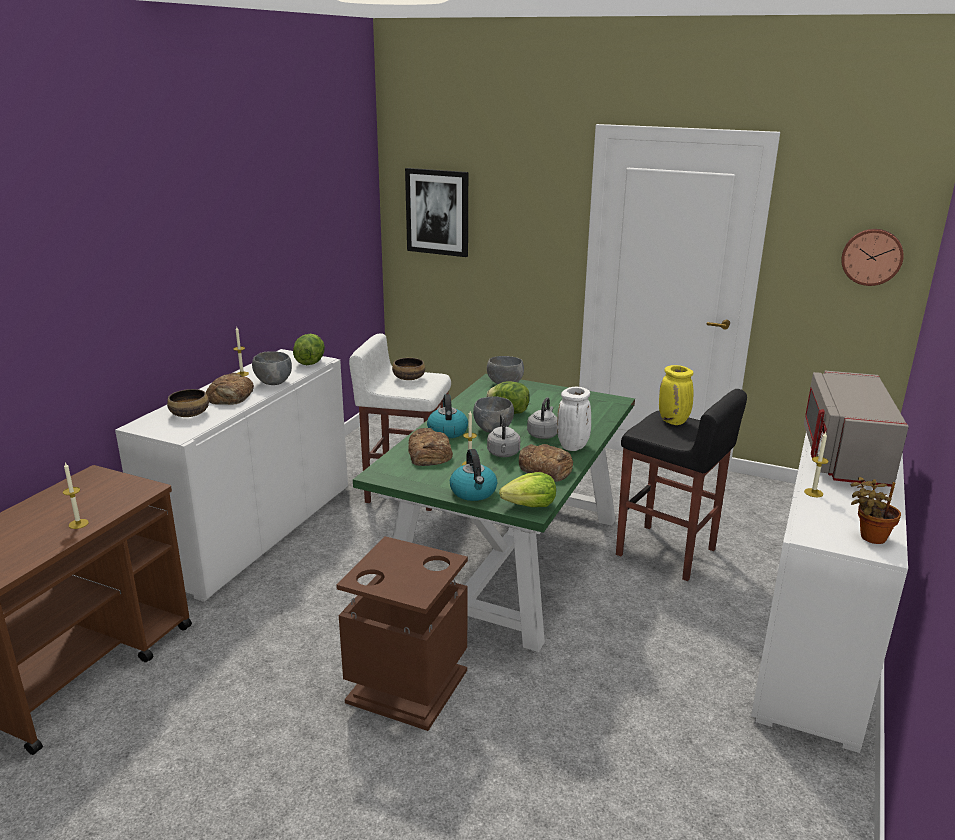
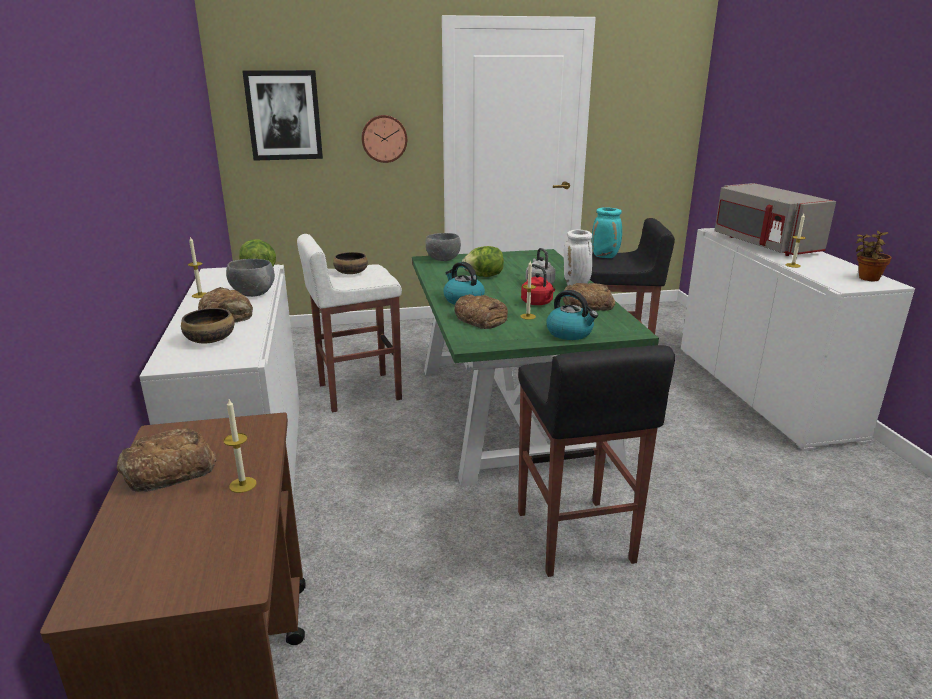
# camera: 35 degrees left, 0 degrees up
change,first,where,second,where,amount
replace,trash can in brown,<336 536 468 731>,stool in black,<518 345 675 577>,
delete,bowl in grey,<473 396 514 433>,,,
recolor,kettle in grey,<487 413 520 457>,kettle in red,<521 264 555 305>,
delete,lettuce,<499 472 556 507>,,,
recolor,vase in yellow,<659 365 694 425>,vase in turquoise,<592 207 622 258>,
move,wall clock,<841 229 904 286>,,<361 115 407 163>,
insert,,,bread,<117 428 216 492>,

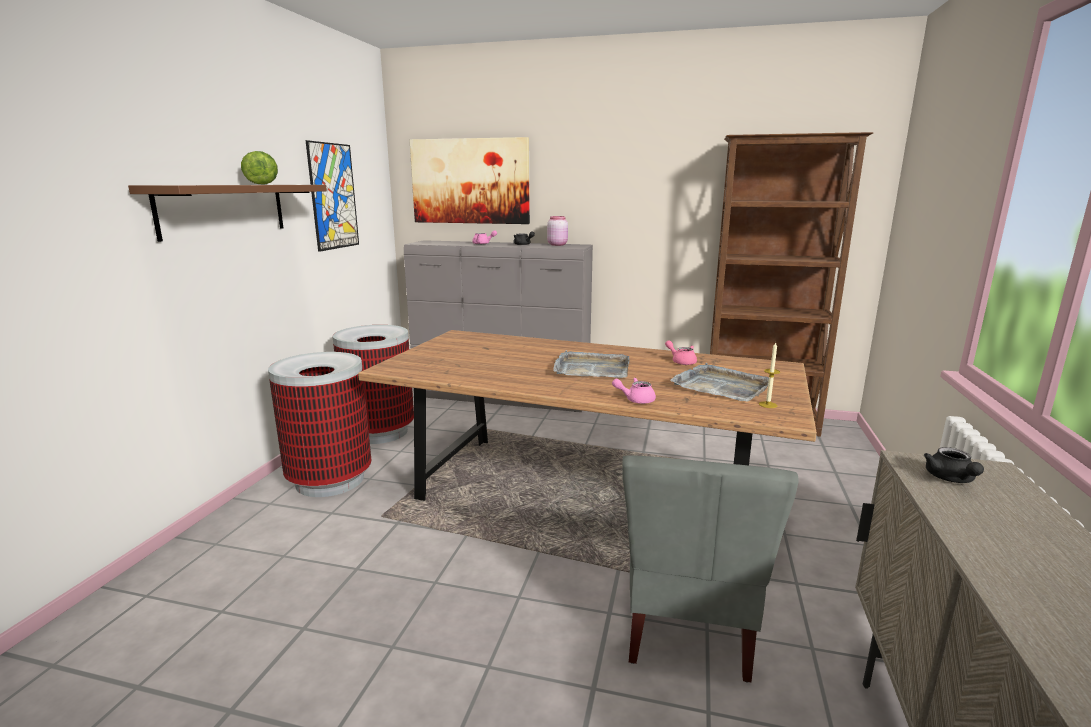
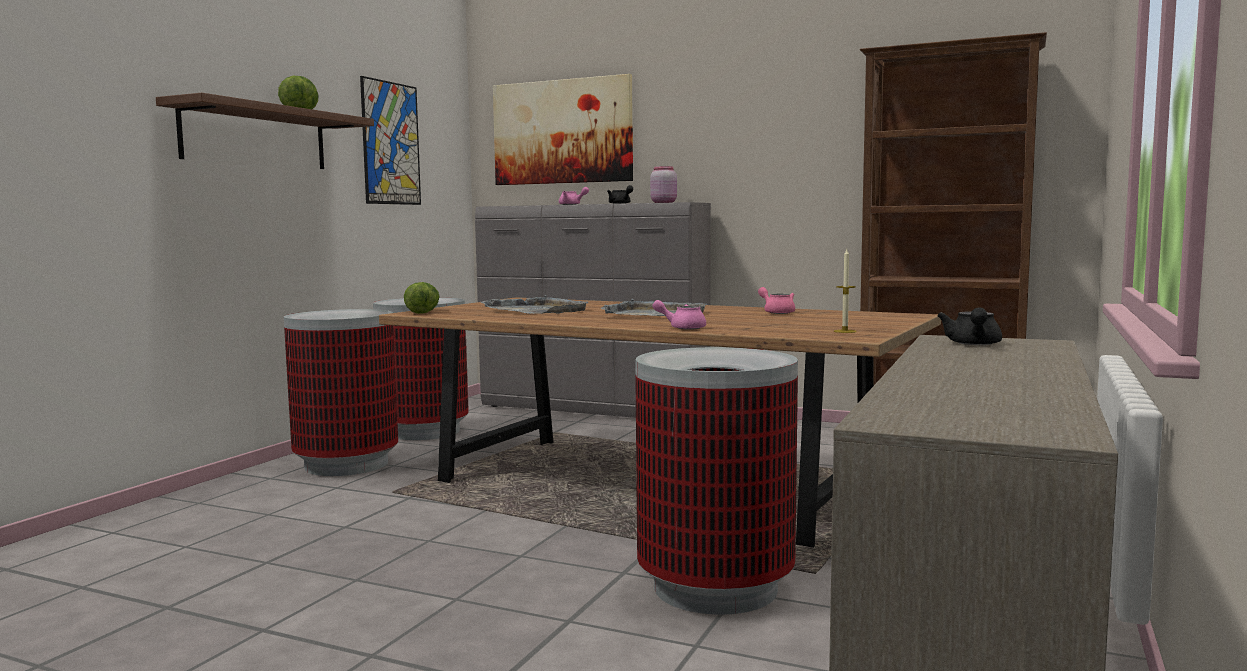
# camera: 10 degrees right, 10 degrees down
change,first,where,second,where,amount
replace,chair in grey,<623 455 799 682>,trash can,<635 347 798 615>,
move,tray in grey,<670 363 769 402>,,<481 295 588 314>,
insert,,,lettuce,<404 282 440 314>,

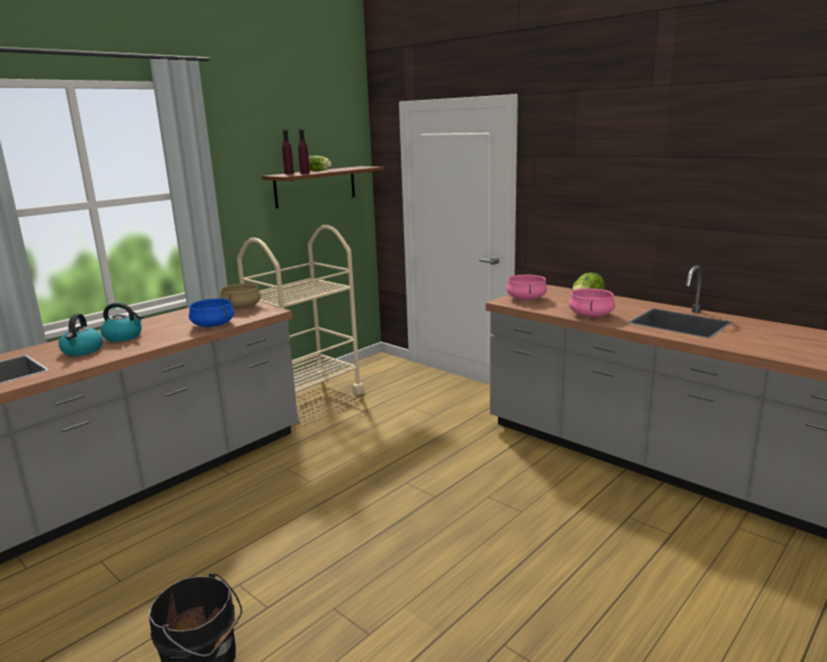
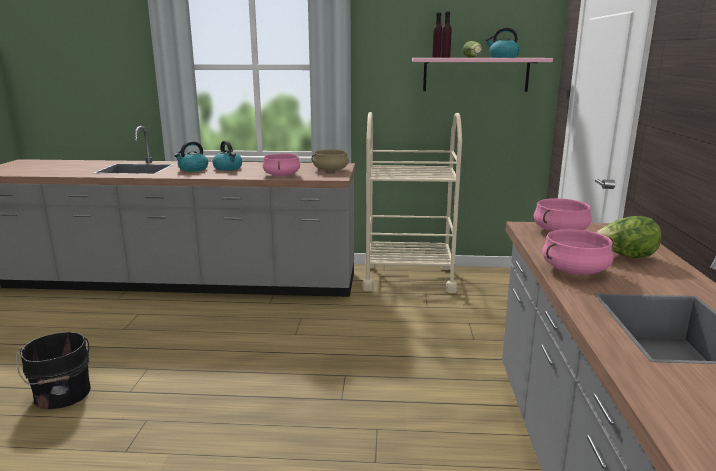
# camera: 50 degrees right, 0 degrees up
change,first,where,second,where,amount
recolor,cooking pot in blue,<189 298 234 327>,cooking pot in pink,<263 154 300 176>,
recolor,shelf in brown,<262 166 385 209>,shelf in pink,<412 58 553 92>,
insert,,,kettle,<486 28 520 58>,

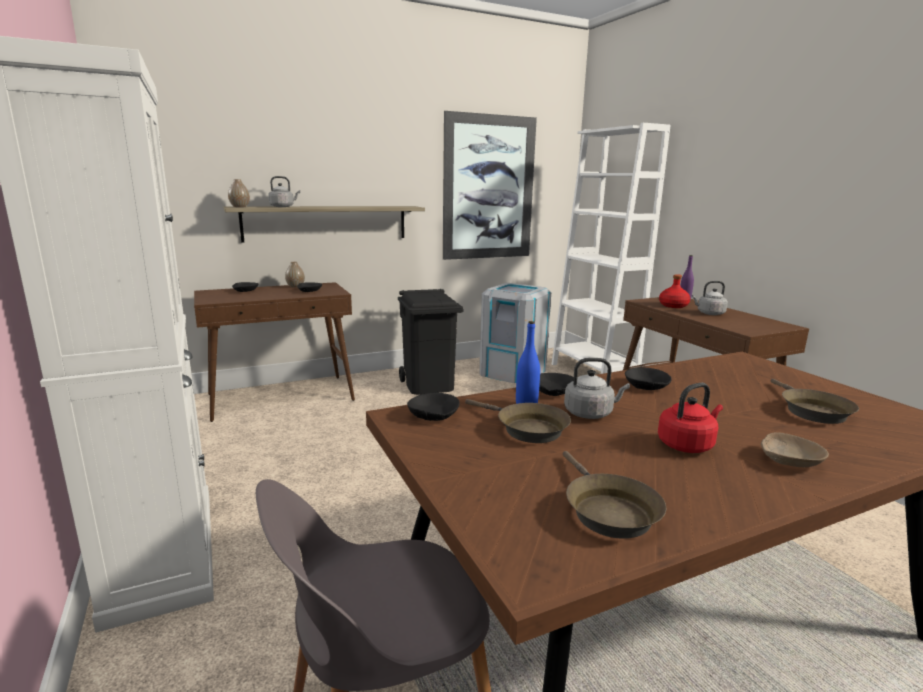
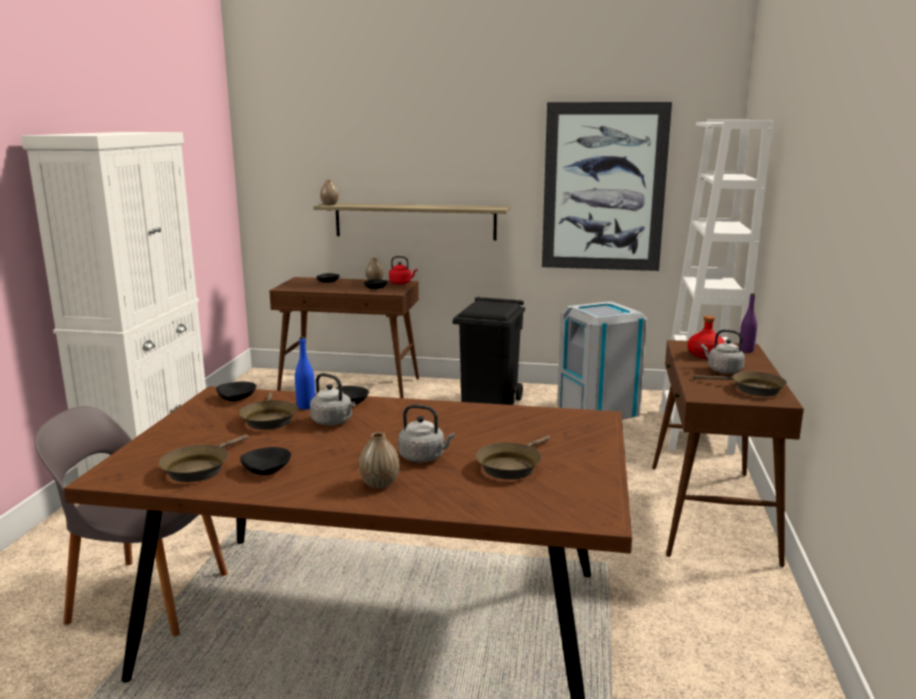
# camera: 35 degrees right, 0 degrees up
change,first,where,second,where,amount
move,kettle in grey,<268 176 300 207>,,<398 404 455 462>,
move,bowl in black,<625 367 672 390>,,<240 447 291 475>,
move,kettle in red,<658 383 723 453>,,<389 256 417 284>,
replace,bowl in beige,<761 432 829 467>,vase,<359 432 399 489>,
insert,,,frying pan in brown,<693 372 787 396>,

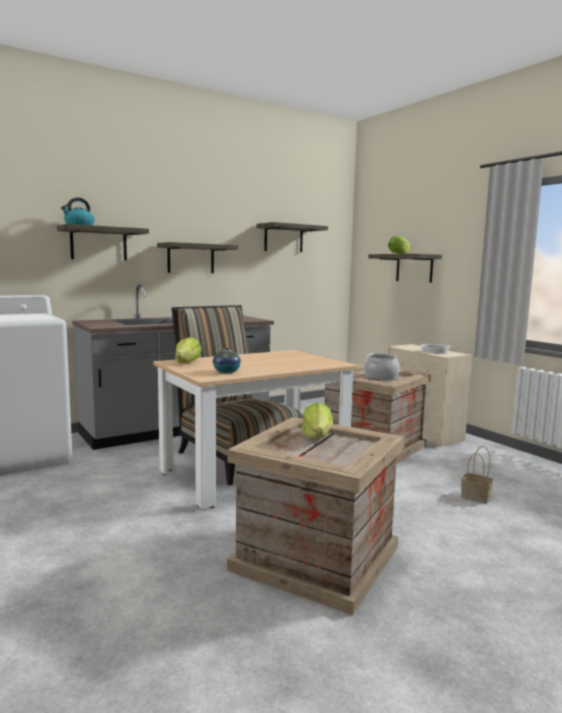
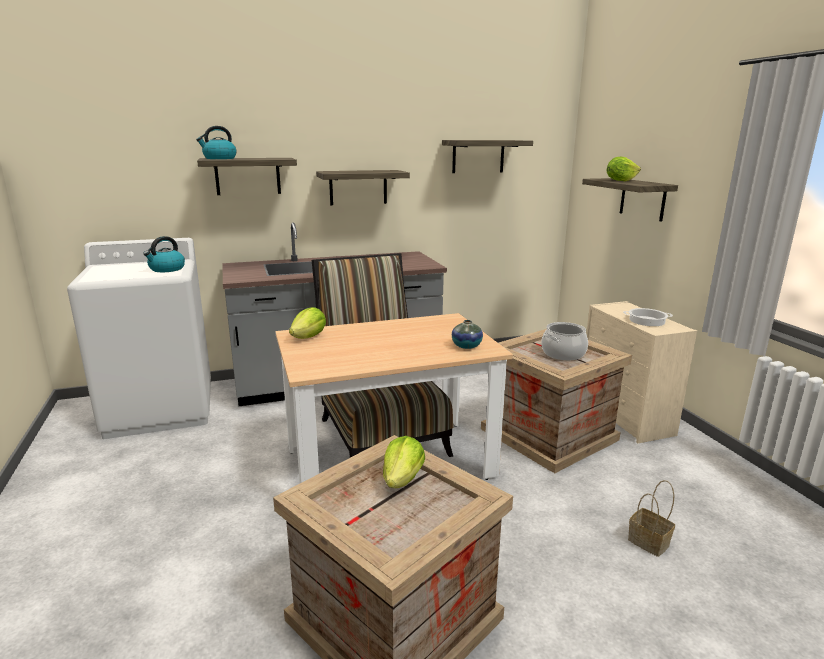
# camera: 15 degrees right, 10 degrees up
change,first,where,second,where,amount
move,vase,<213 348 241 373>,,<452 320 483 349>,
insert,,,kettle,<143 236 185 272>,

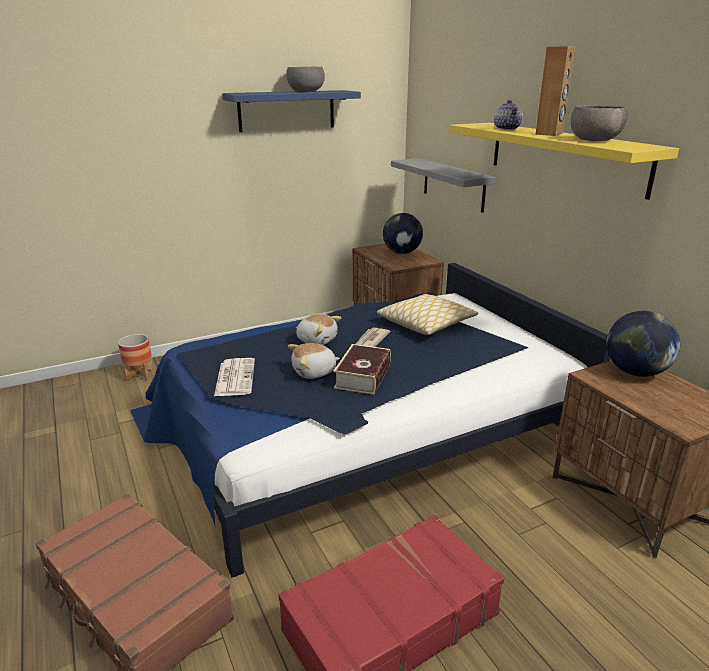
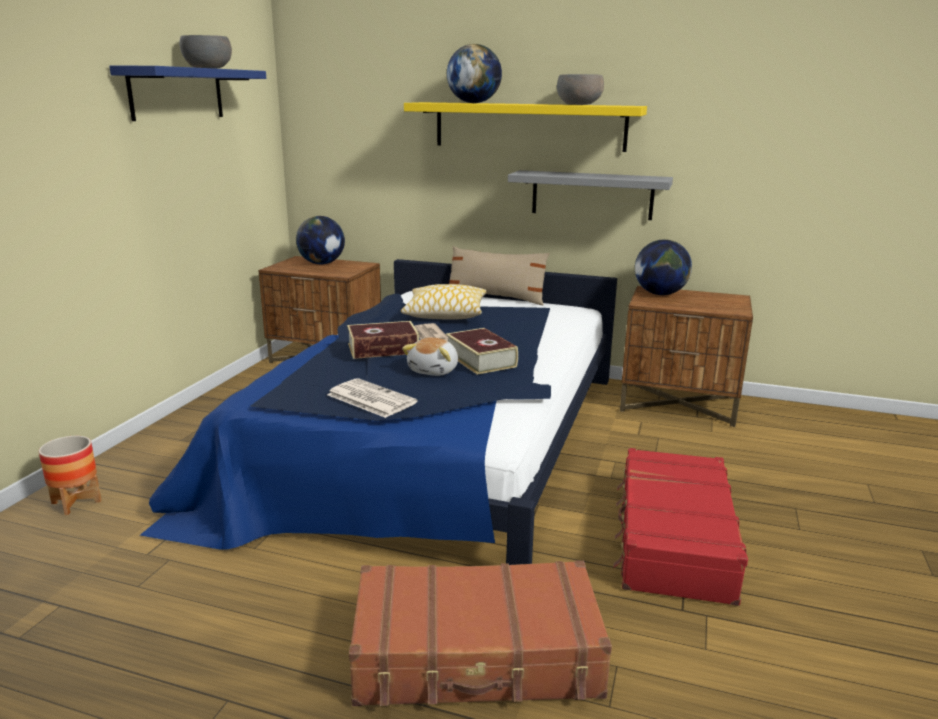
# camera: 45 degrees left, 5 degrees down
change,first,where,second,where,amount
replace,plush toy,<296 314 342 345>,book,<347 321 419 359>,
move,shelf in grey,<391 158 496 213>,,<508 170 673 220>,
replace,teapot,<494 100 523 130>,globe,<447 44 502 103>,
delete,speaker in brown,<535 46 575 136>,,,
insert,,,pillow in beige,<449 246 550 305>,

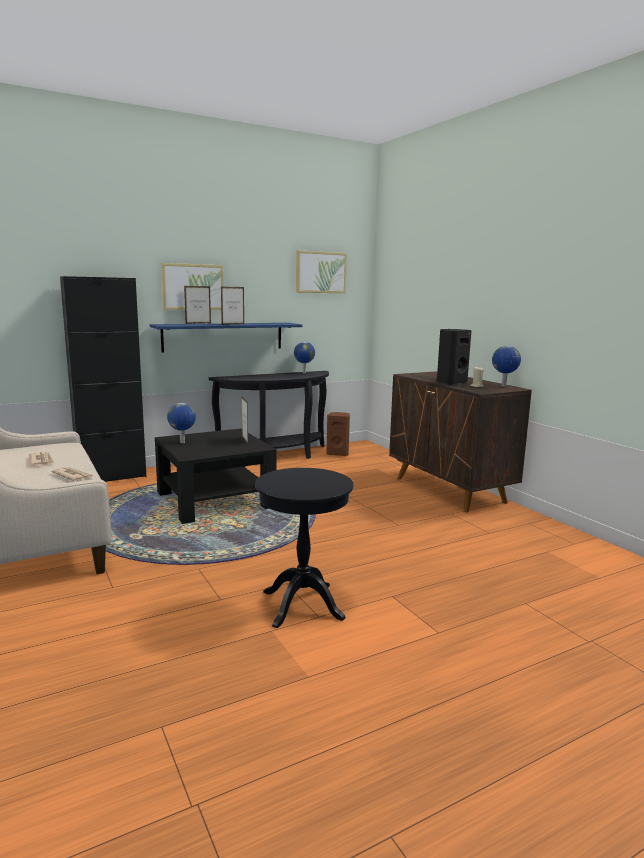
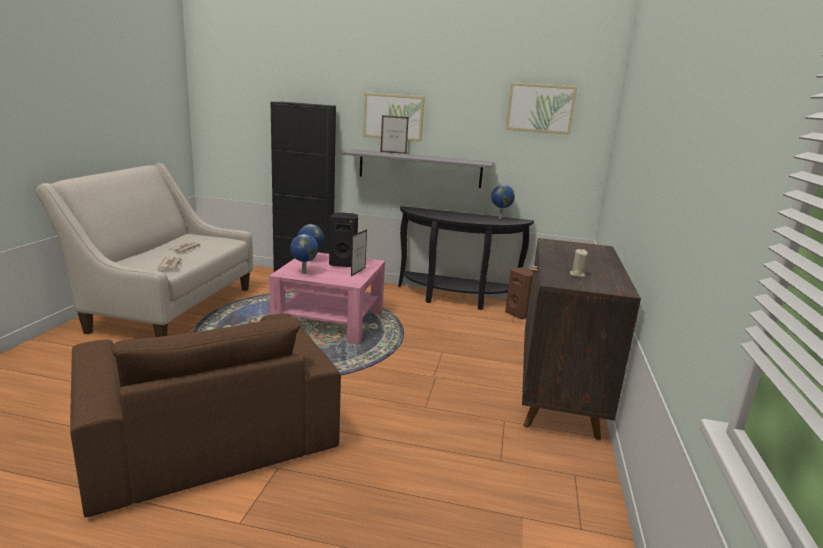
# camera: 40 degrees right, 5 degrees up
change,first,where,second,where,amount
recolor,shelf in blue,<150 323 303 352>,shelf in grey,<341 149 494 188>,
recolor,coffee table in black,<155 429 276 524>,coffee table in pink,<269 252 385 344>,
delete,picture frame,<221 287 244 325>,,,
replace,side table in black,<255 468 354 628>,armchair in brown,<70 314 341 517>,
move,speaker in black,<437 329 472 385>,,<329 212 358 267>,
move,globe,<492 346 521 386>,,<290 234 318 274>,

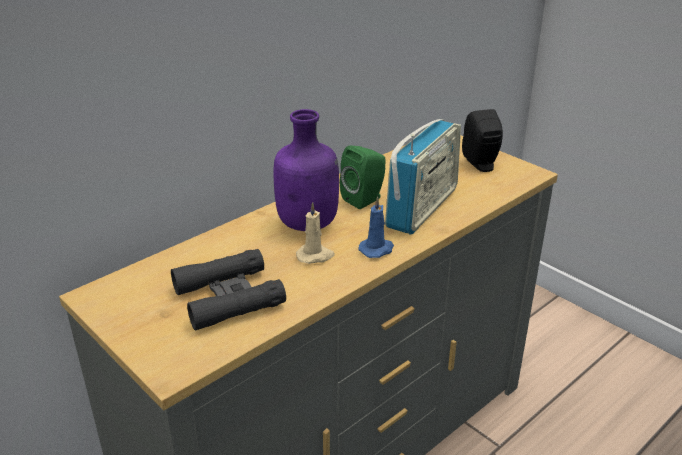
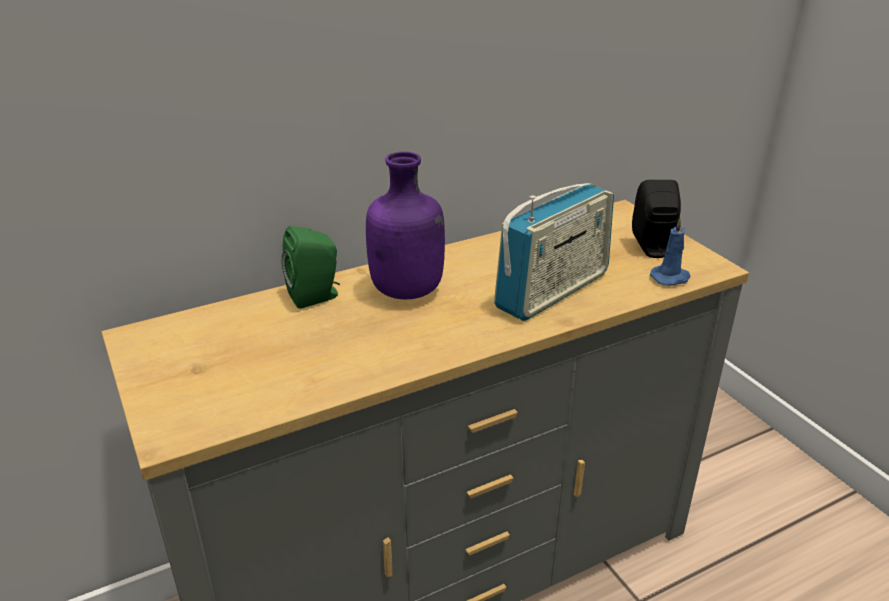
# camera: 15 degrees right, 0 degrees up
change,first,where,second,where,amount
delete,binoculars in black,<171 249 286 331>,,,
delete,candle in beige,<296 202 335 264>,,,
move,speaker in green,<340 145 386 209>,,<282 226 340 309>,
move,candle in blue,<359 197 394 258>,,<650 217 691 286>,

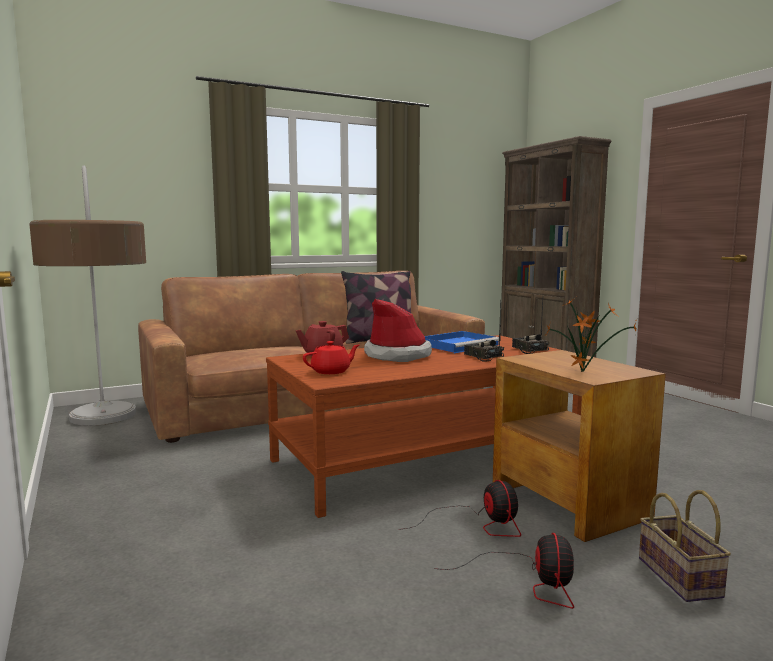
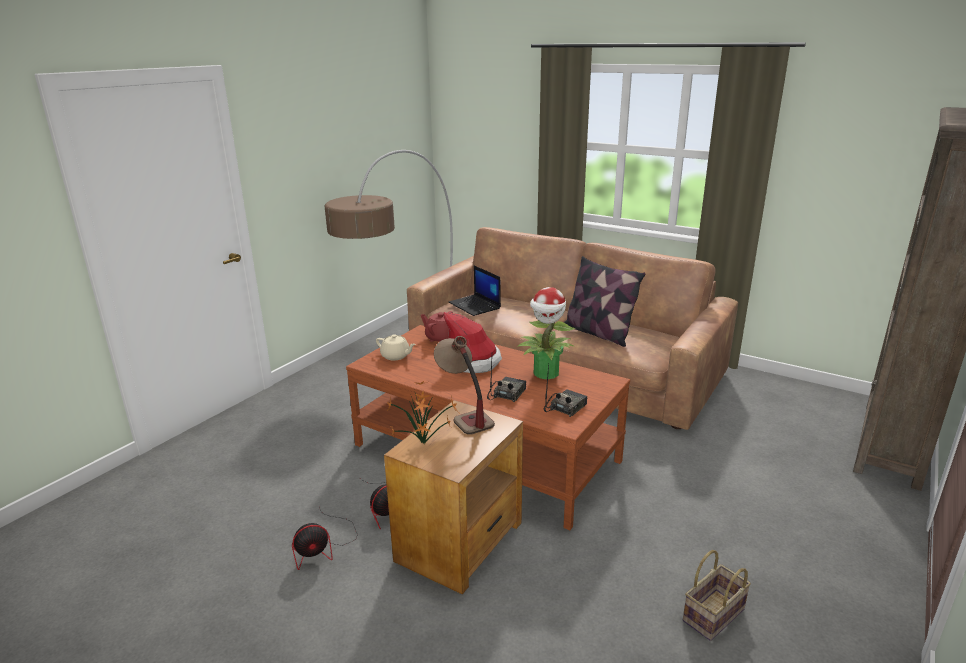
# camera: 60 degrees right, 15 degrees up
change,first,where,second,where,amount
recolor,teapot in red,<303 341 359 374>,teapot in beige,<376 334 416 360>,
replace,tray in blue,<425 331 499 354>,potted plant,<517 287 575 379>,
move,basket,<639 490 731 602>,,<683 550 751 641>,
insert,,,table lamp,<434 336 495 435>,
insert,,,laptop,<448 266 501 316>,

